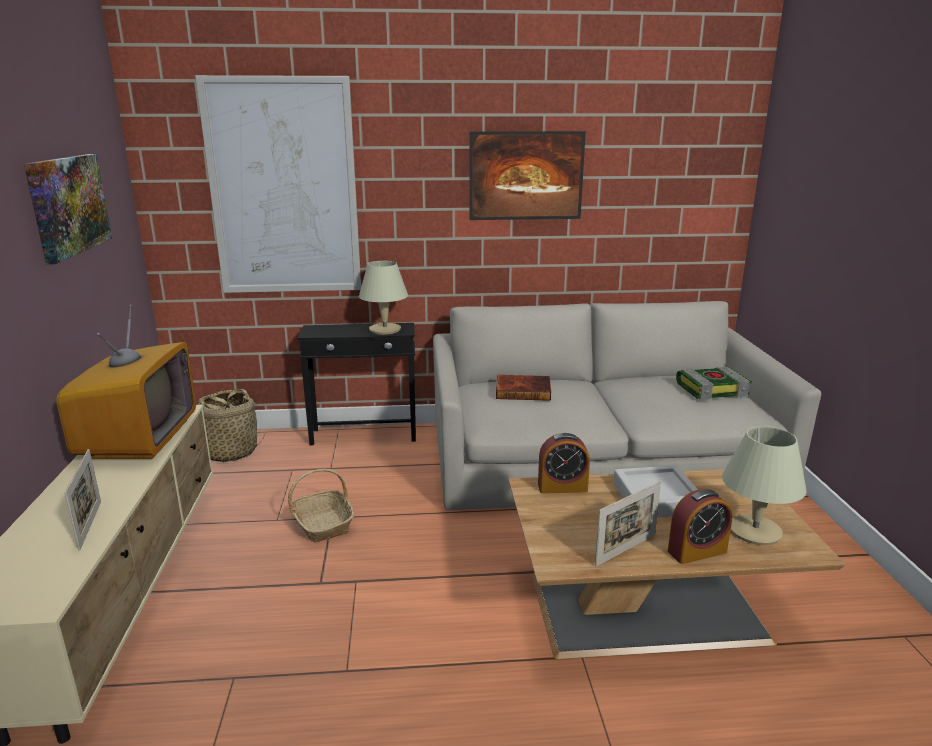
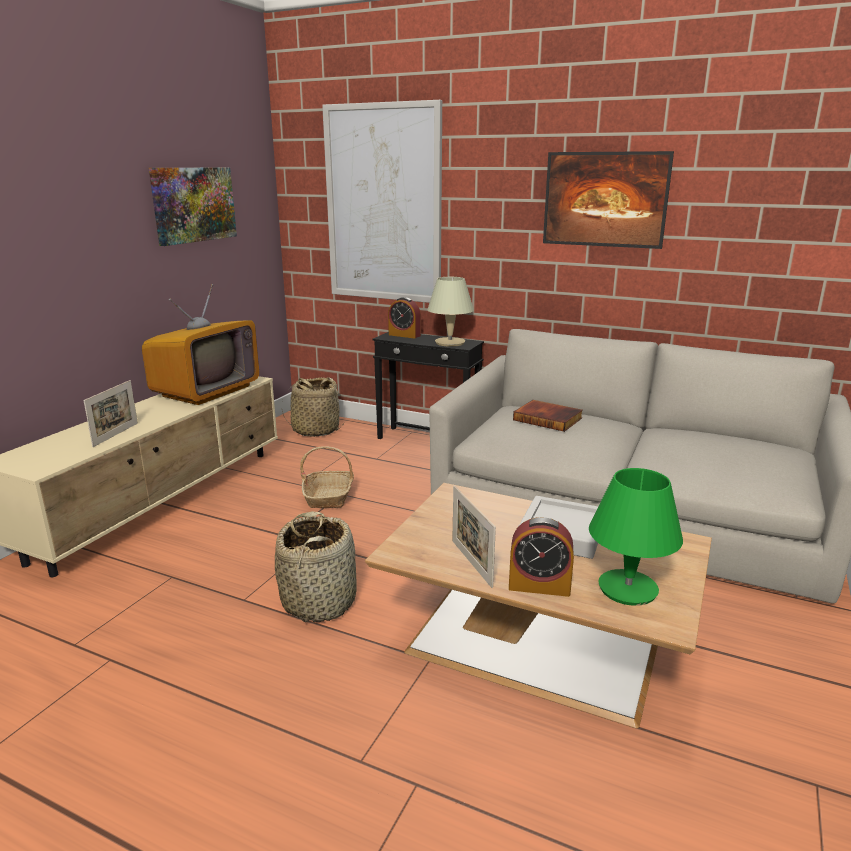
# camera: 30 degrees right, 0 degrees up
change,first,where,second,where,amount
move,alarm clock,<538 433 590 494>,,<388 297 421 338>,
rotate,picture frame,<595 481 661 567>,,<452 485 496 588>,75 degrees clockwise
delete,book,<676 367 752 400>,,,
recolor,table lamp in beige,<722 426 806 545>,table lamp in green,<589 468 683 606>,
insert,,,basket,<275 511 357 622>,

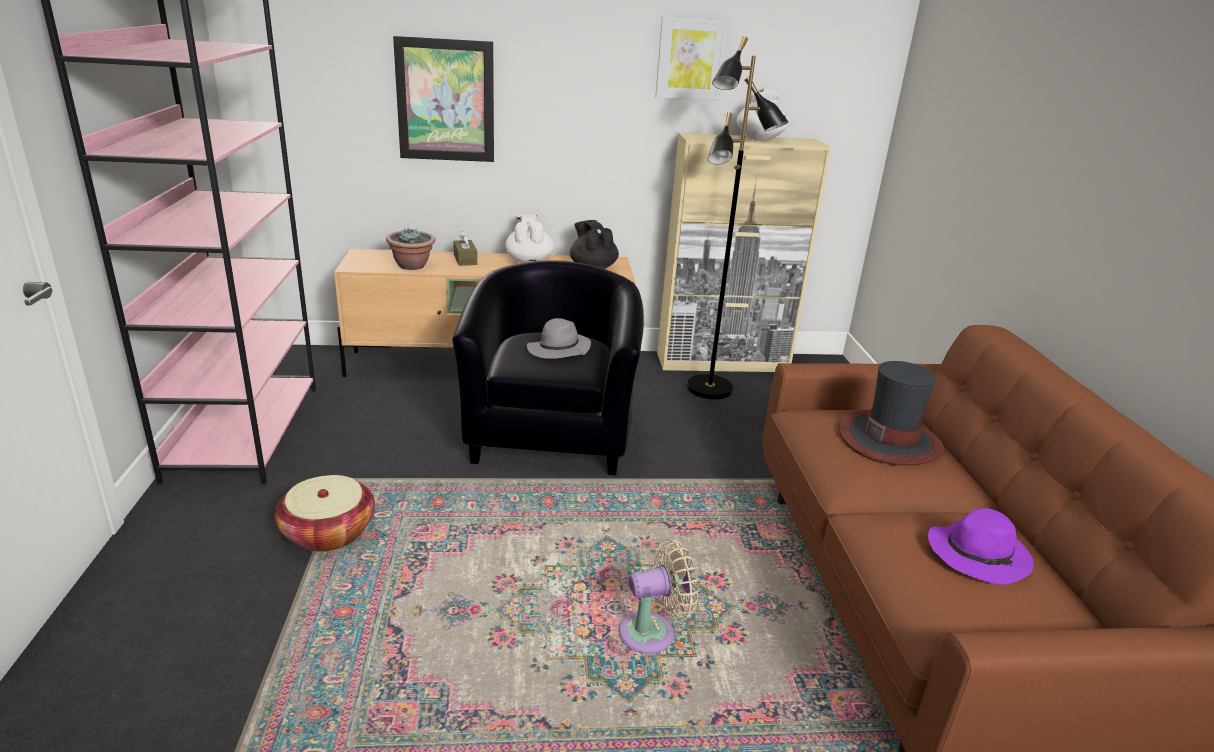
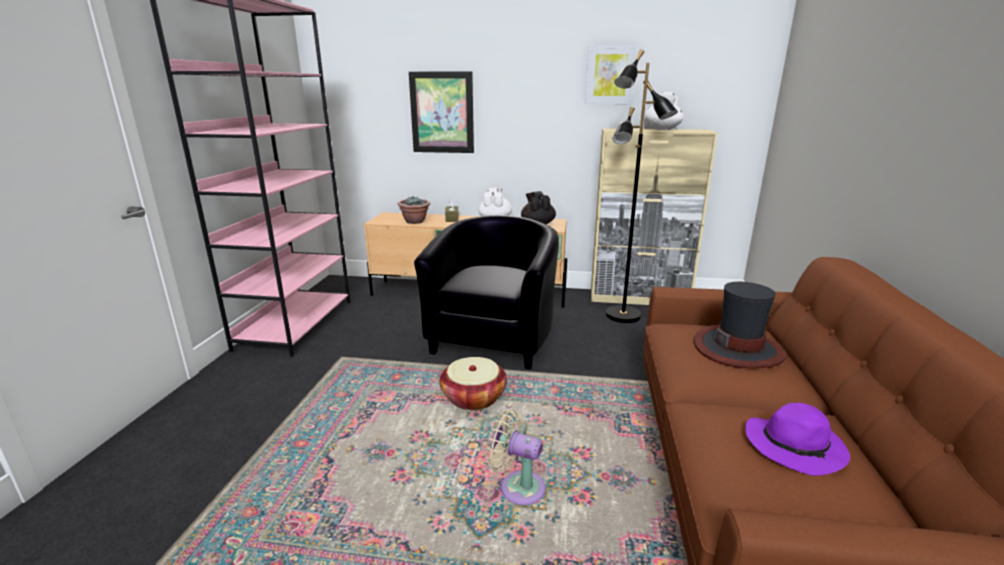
# camera: 15 degrees right, 5 degrees down
change,first,where,second,where,amount
move,basket,<275 475 375 552>,,<440 357 507 410>,
delete,hat in grey,<527 318 591 359>,,,
rotate,fan in beige,<618 539 699 654>,,<486 409 546 505>,150 degrees counterclockwise

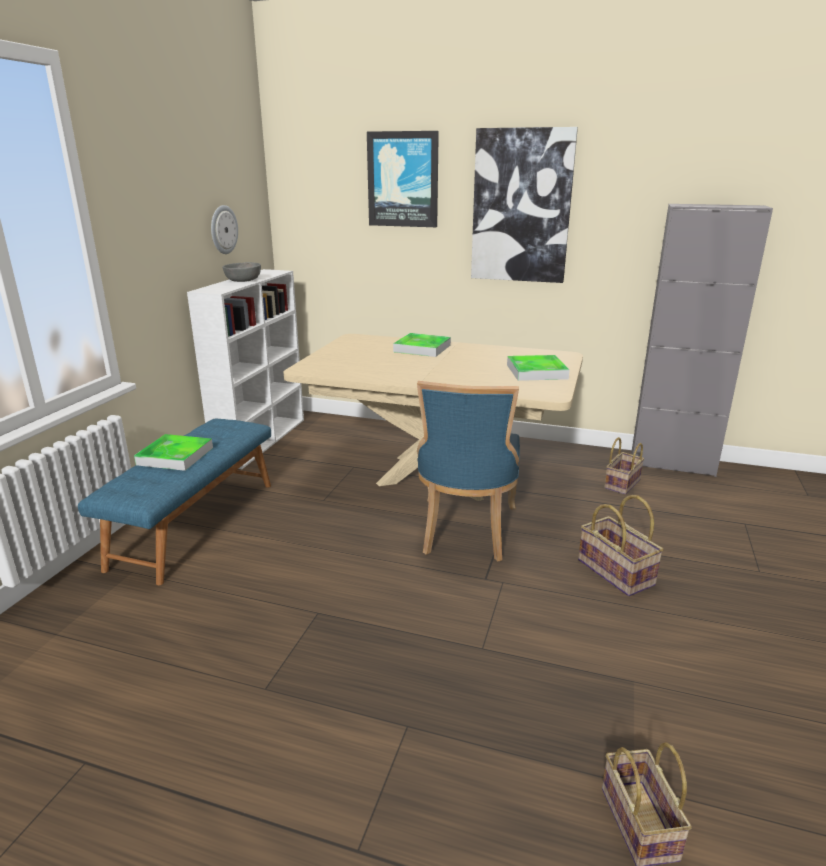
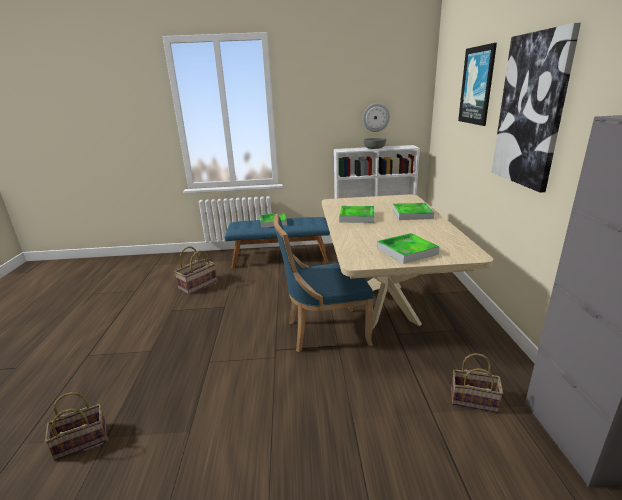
# camera: 70 degrees right, 0 degrees up
change,first,where,second,where,amount
move,basket,<578 495 664 596>,,<174 246 217 294>,
insert,,,tray,<339 206 374 223>,

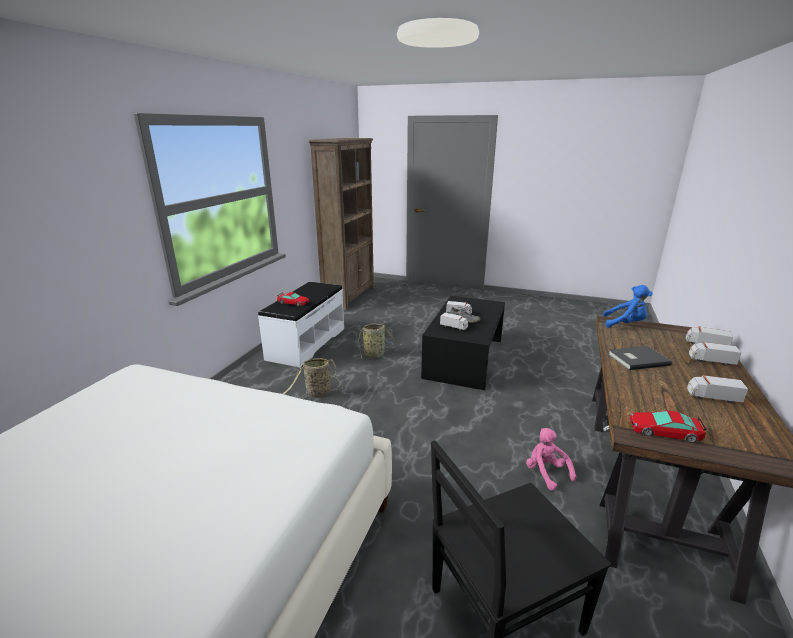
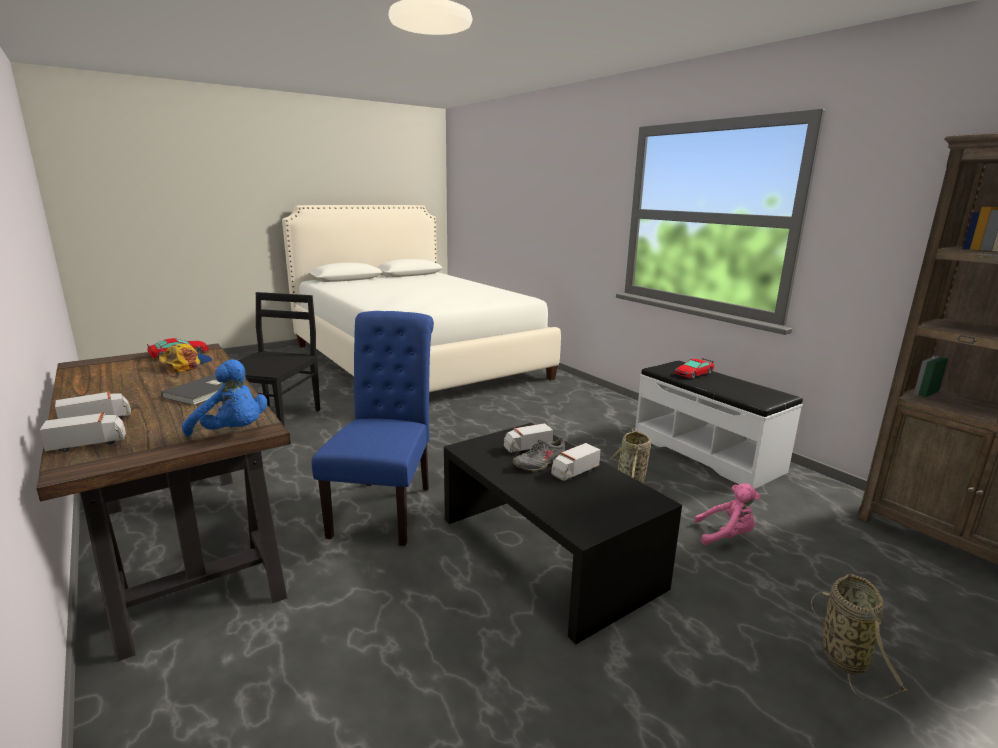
# camera: 125 degrees right, 5 degrees down
change,first,where,second,where,amount
move,basket,<283 358 343 398>,,<811 574 907 700>,
move,plush toy in pink,<526 428 576 491>,,<694 484 760 545>,
rotate,plush toy in blue,<603 285 653 328>,,<182 359 267 436>,120 degrees counterclockwise
delete,toy truck,<687 375 748 403>,,,
insert,,,cap,<159 344 212 372>,
insert,,,chair in blue,<312 311 434 546>,

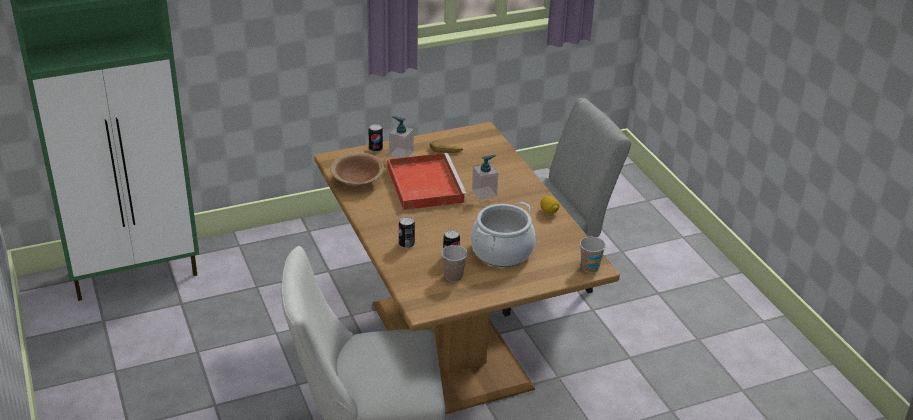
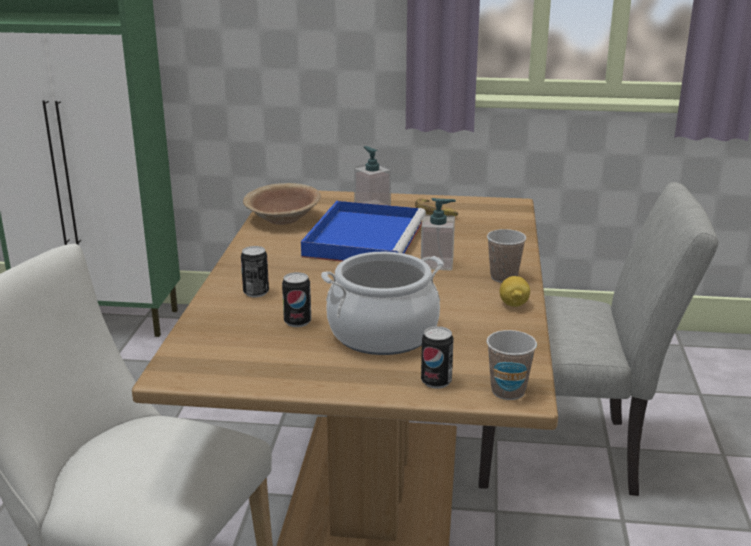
# camera: 30 degrees right, 10 degrees down
change,first,where,second,where,amount
move,can,<368 124 383 152>,,<421 326 454 389>,
recolor,tray in red,<387 153 467 210>,tray in blue,<301 201 426 262>,
move,cup,<441 245 468 282>,,<487 229 526 283>,

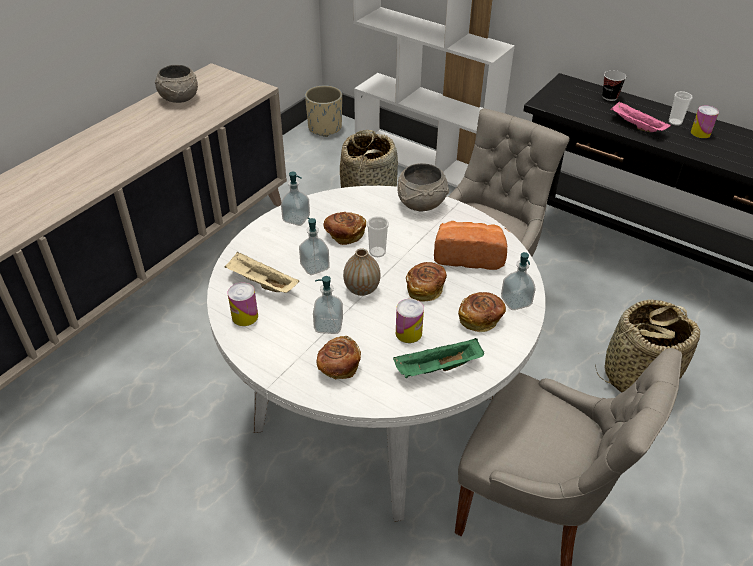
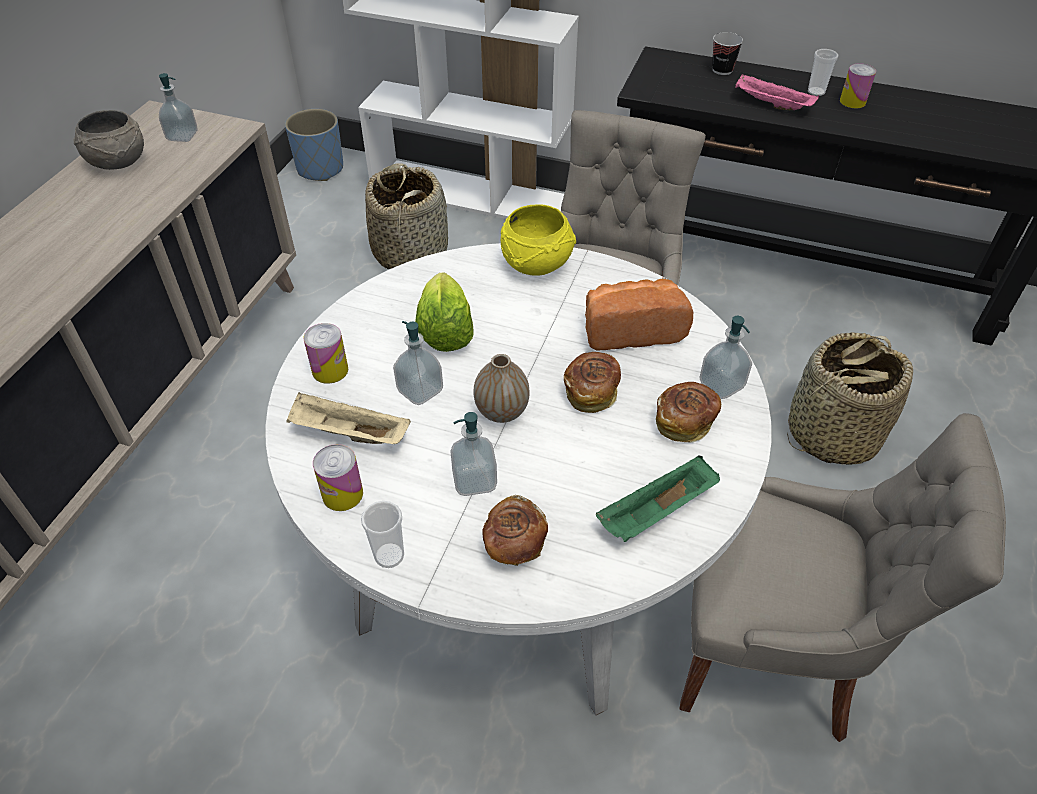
# camera: 15 degrees left, 5 degrees up
change,first,where,second,where,amount
move,soap dispenser,<281 172 310 226>,,<159 73 197 142>,
recolor,planter in beige,<305 86 342 137>,planter in blue,<285 109 343 181>,
replace,bread,<324 212 366 245>,lettuce,<415 272 474 352>,
move,cup,<367 216 389 257>,,<361 501 404 568>,
move,can,<396 299 424 343>,,<303 323 348 384>,
recolor,bowl in grey,<397 163 449 211>,bowl in yellow,<501 204 576 276>,

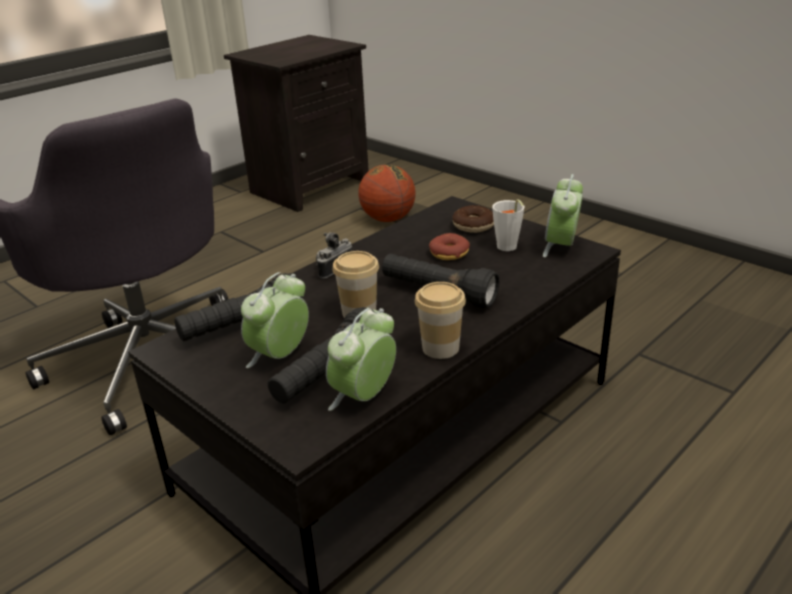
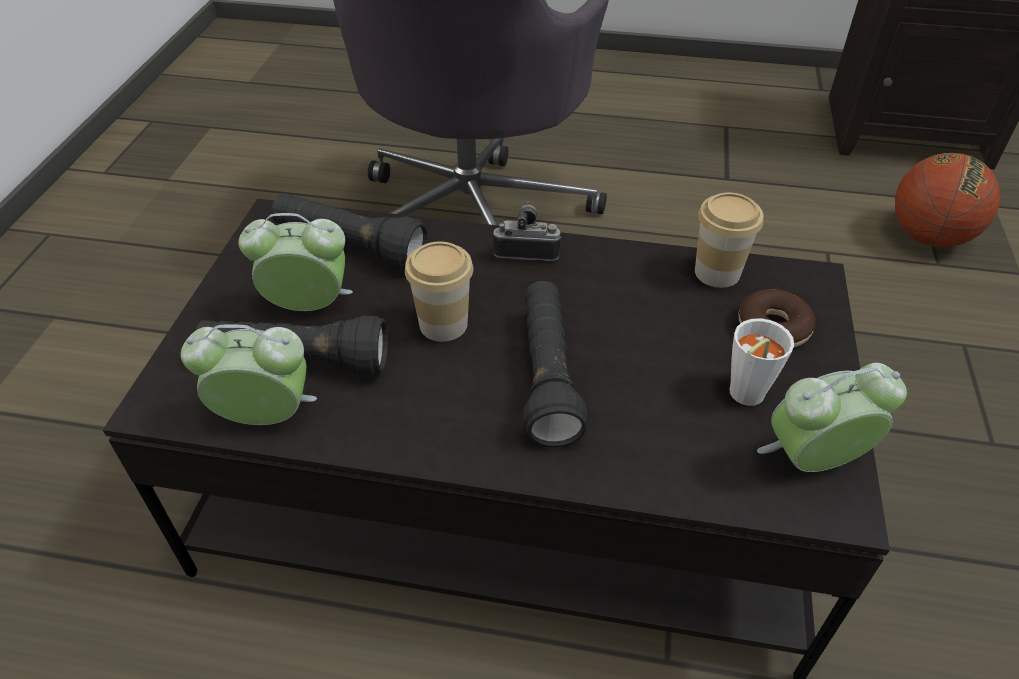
# camera: 55 degrees right, 15 degrees up
change,first,where,second,where,amount
move,cup,<415 282 466 359>,,<695 192 763 288>,
delete,donut,<429 233 470 260>,,,

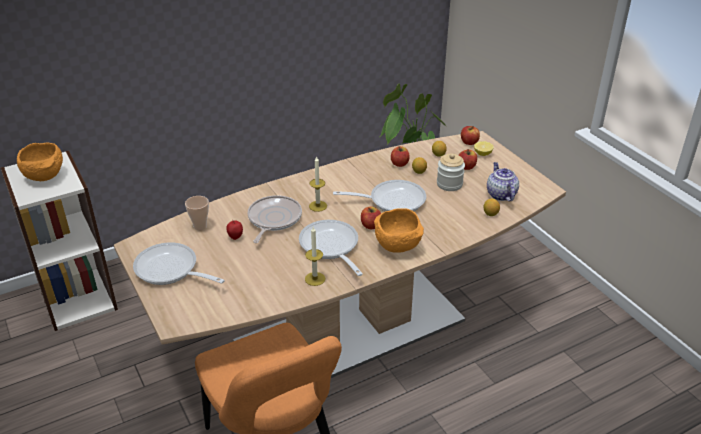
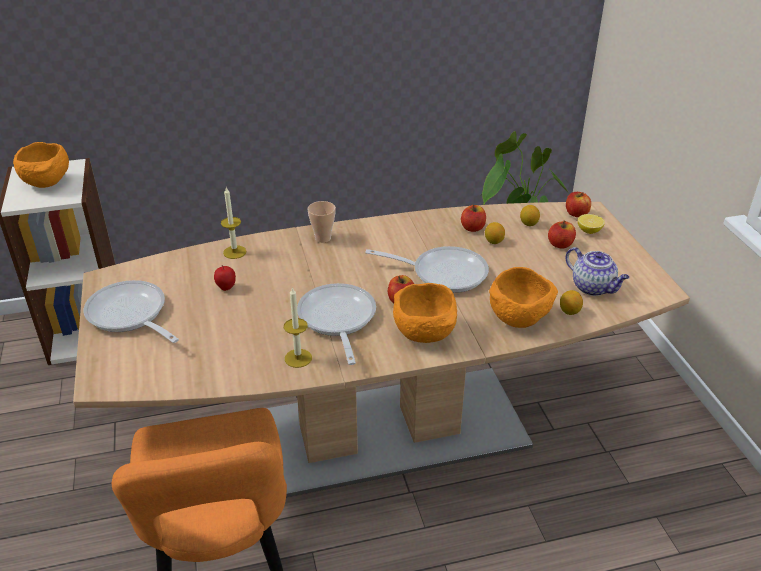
# camera: 15 degrees right, 0 degrees up
change,first,where,second,where,amount
move,cup,<185 196 209 230>,,<307 201 336 243>,
delete,frying pan,<247 195 302 243>,,,
move,candle,<309 156 327 212>,,<221 187 247 259>,
delete,jar,<437 154 465 191>,,,
rotate,teapot,<487 162 519 201>,,<565 247 630 296>,135 degrees clockwise
insert,,,bowl in orange,<489 267 558 328>,

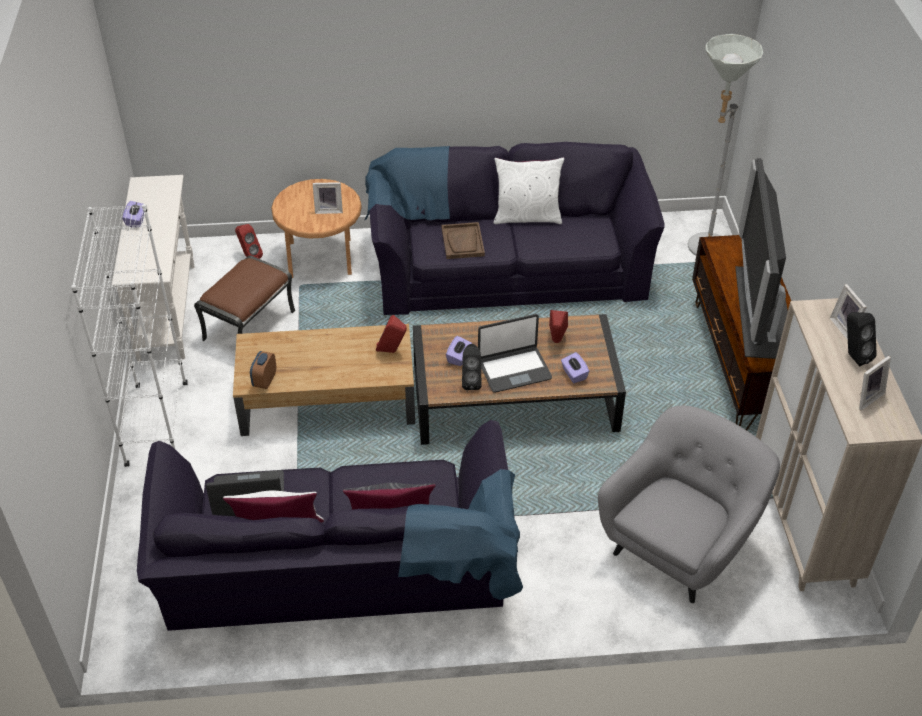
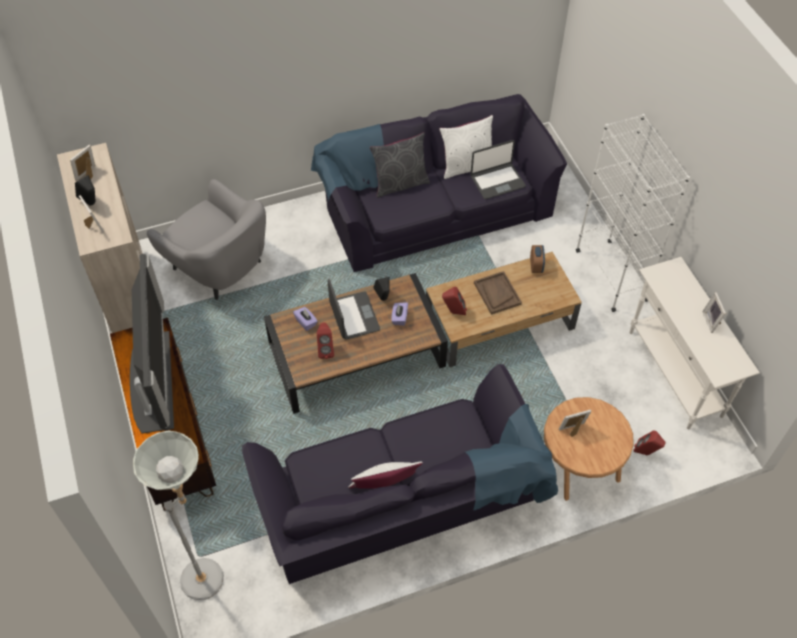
# camera: 165 degrees right, 10 degrees up
change,first,where,second,where,amount
replace,tissue box in purple,<122 201 147 227>,picture frame,<702 292 726 333>,
delete,ottoman in brown,<194 255 295 341>,,,
move,tray in brown,<441 222 485 259>,,<474 271 522 315>,
rotate,laptop,<478 314 552 393>,,<328 279 380 339>,105 degrees clockwise
rotate,armchair in grey,<598 405 780 603>,,<147 179 266 300>,75 degrees counterclockwise

